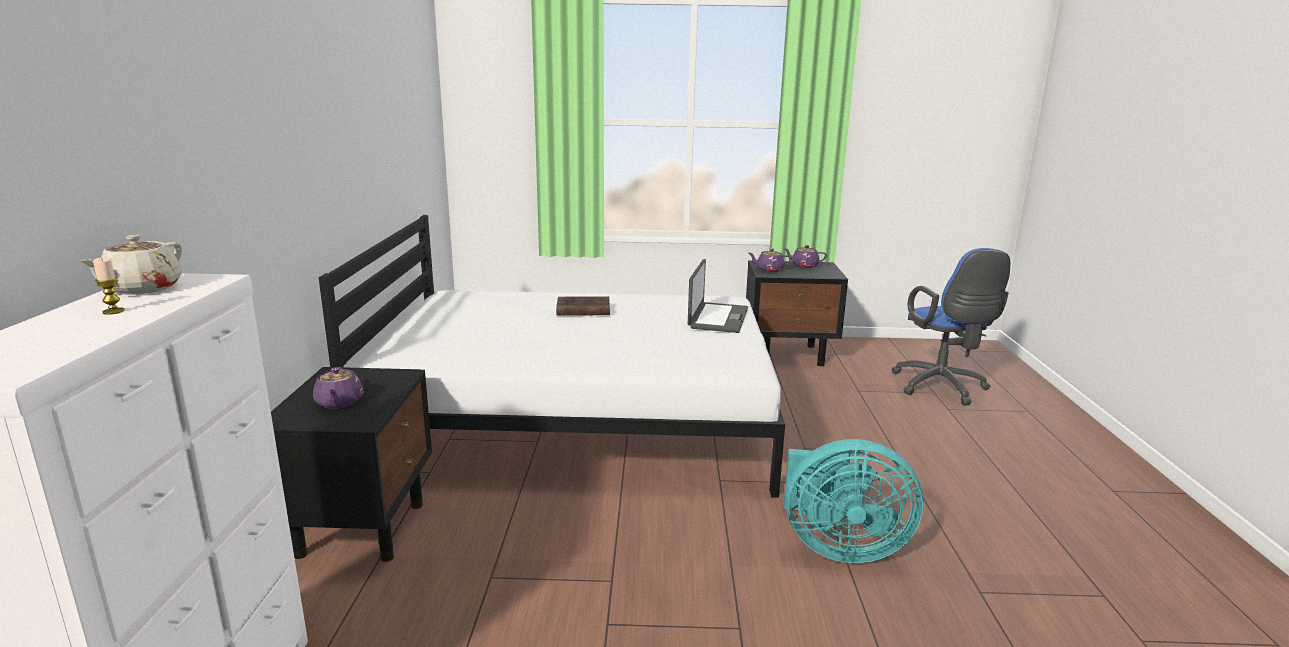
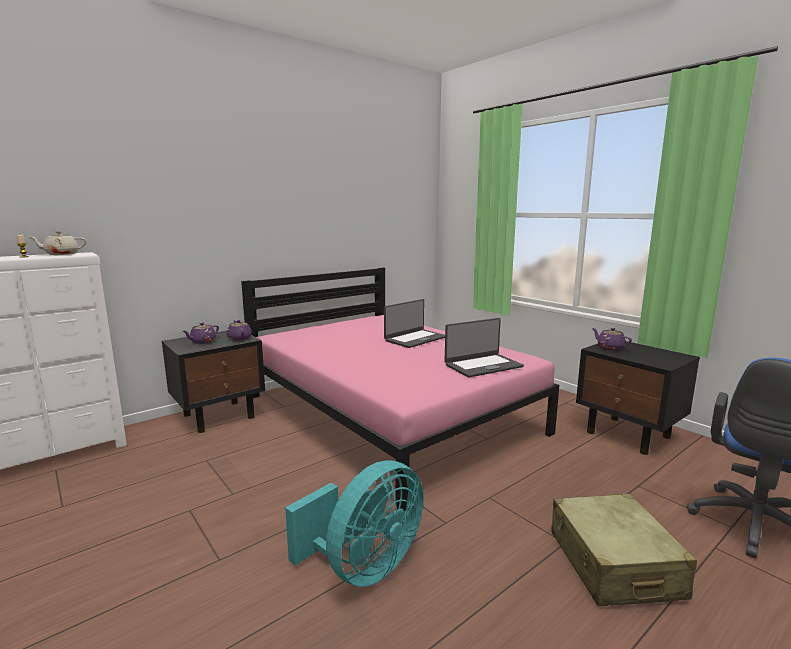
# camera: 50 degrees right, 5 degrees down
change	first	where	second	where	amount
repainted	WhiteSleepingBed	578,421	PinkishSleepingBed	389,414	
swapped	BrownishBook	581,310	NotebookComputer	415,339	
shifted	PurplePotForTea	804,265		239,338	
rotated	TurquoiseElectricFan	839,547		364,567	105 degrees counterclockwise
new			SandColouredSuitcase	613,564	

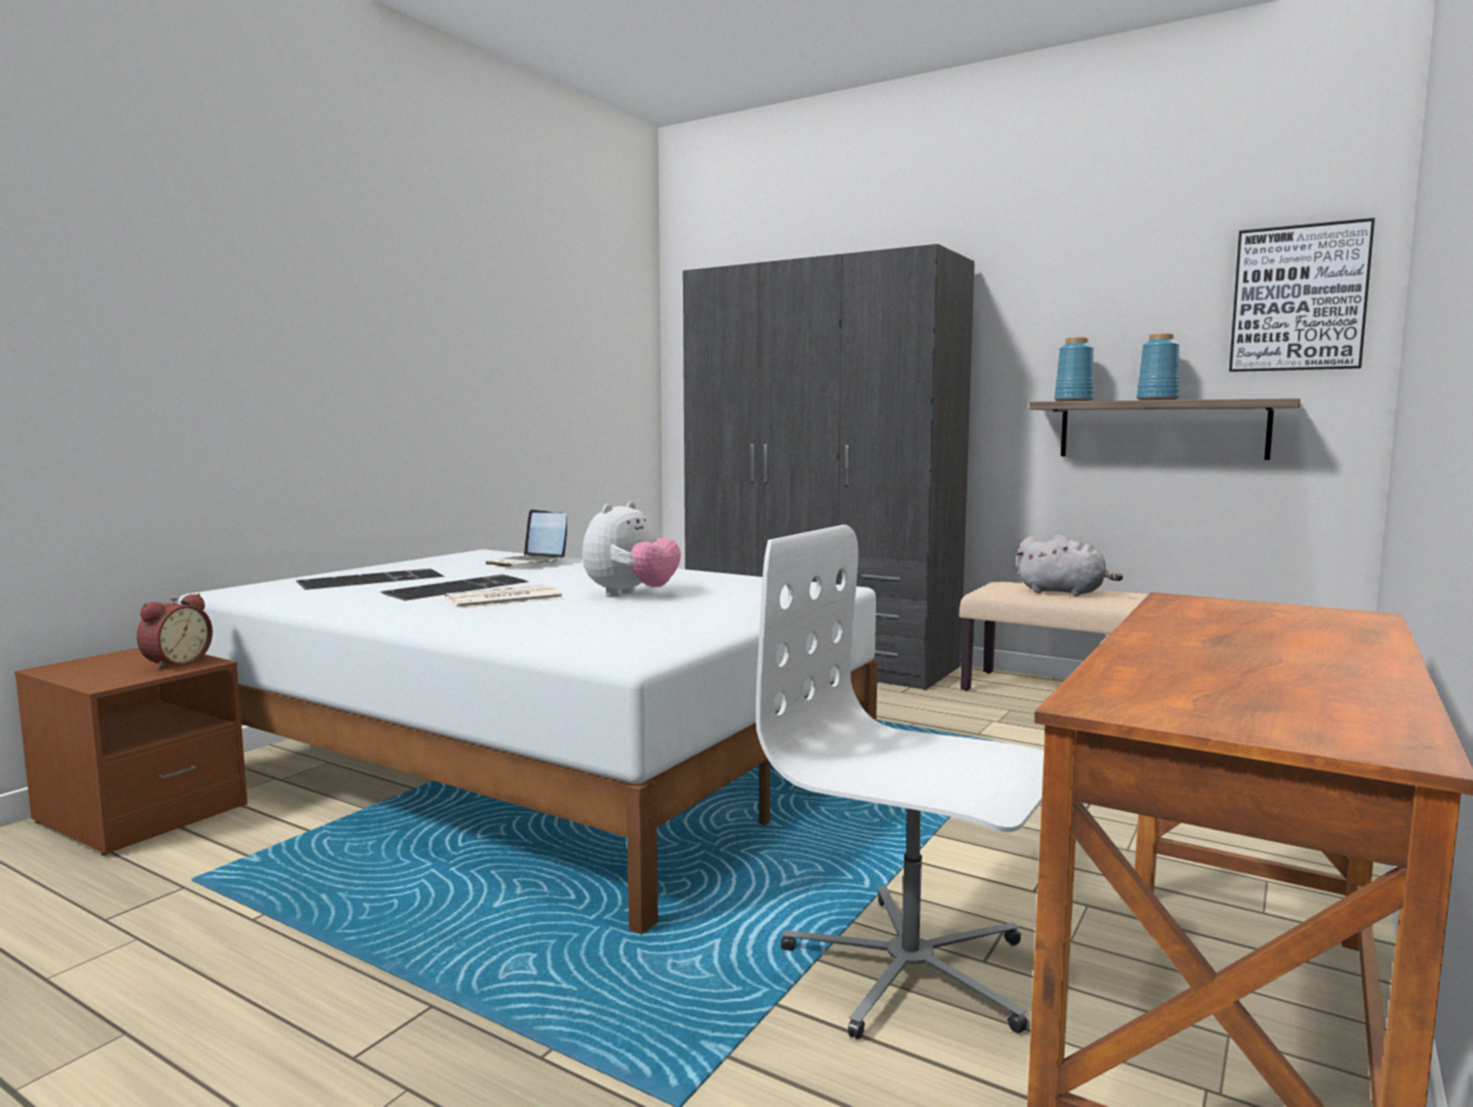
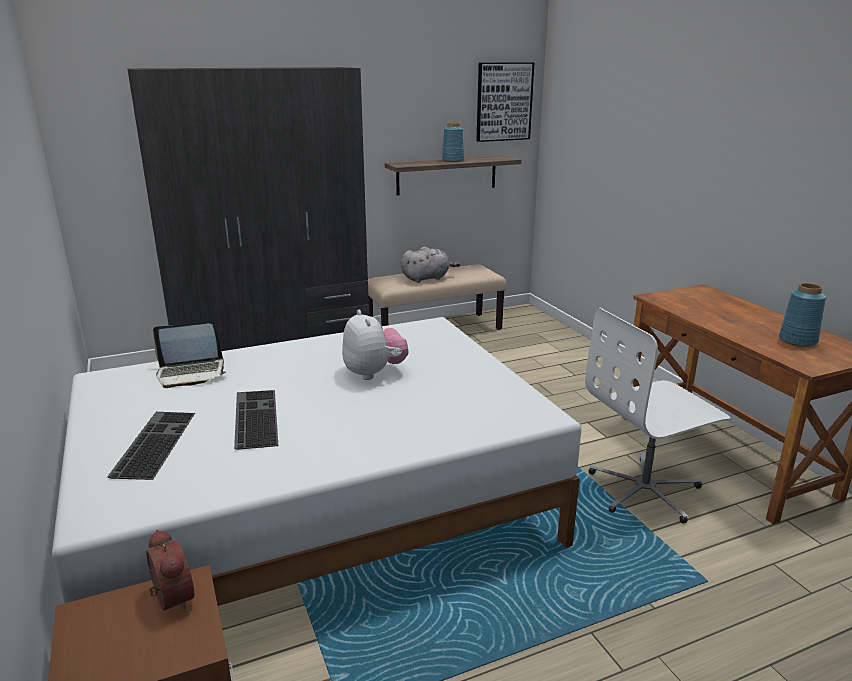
# camera: 55 degrees left, 15 degrees up
change	first	where	second	where	amount
gone	Newspaper	503,599			
shifted	BlueColouredDecorativeVase	1074,401		797,340	

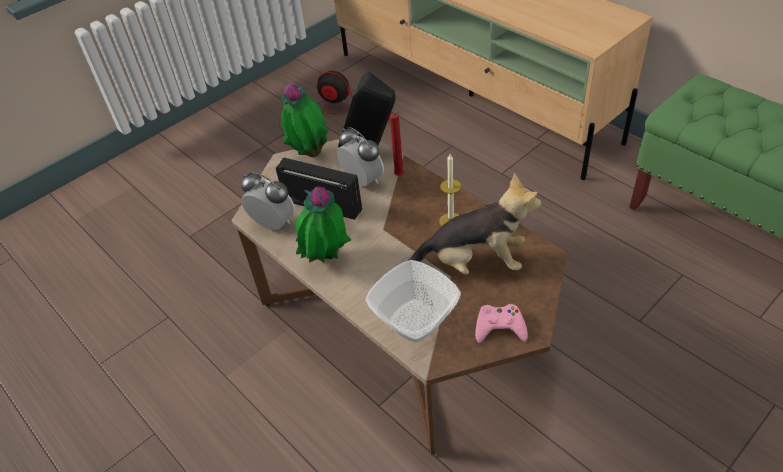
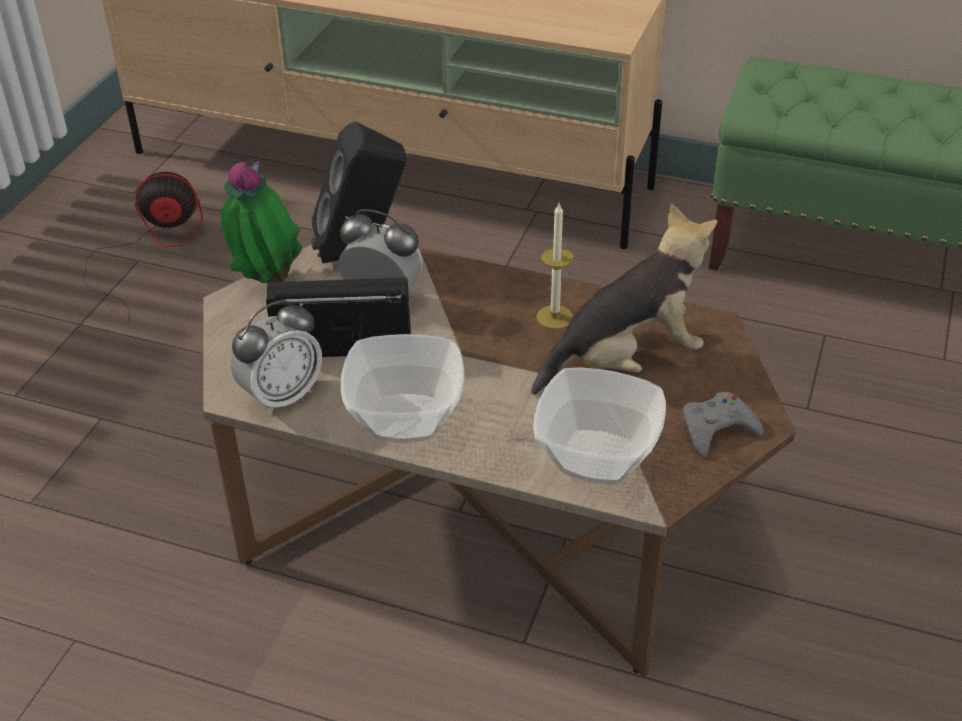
# camera: 30 degrees left, 5 degrees down
change	first	where	second	where	amount
rotated	TableClock	273,224		282,396	135 degrees clockwise
swapped	Houseplant	326,260	Bowl	407,420	
gone	RedColouredCandle	400,176			
repainted	PinkishJoypad	500,327	GreyishJoypad	717,429	

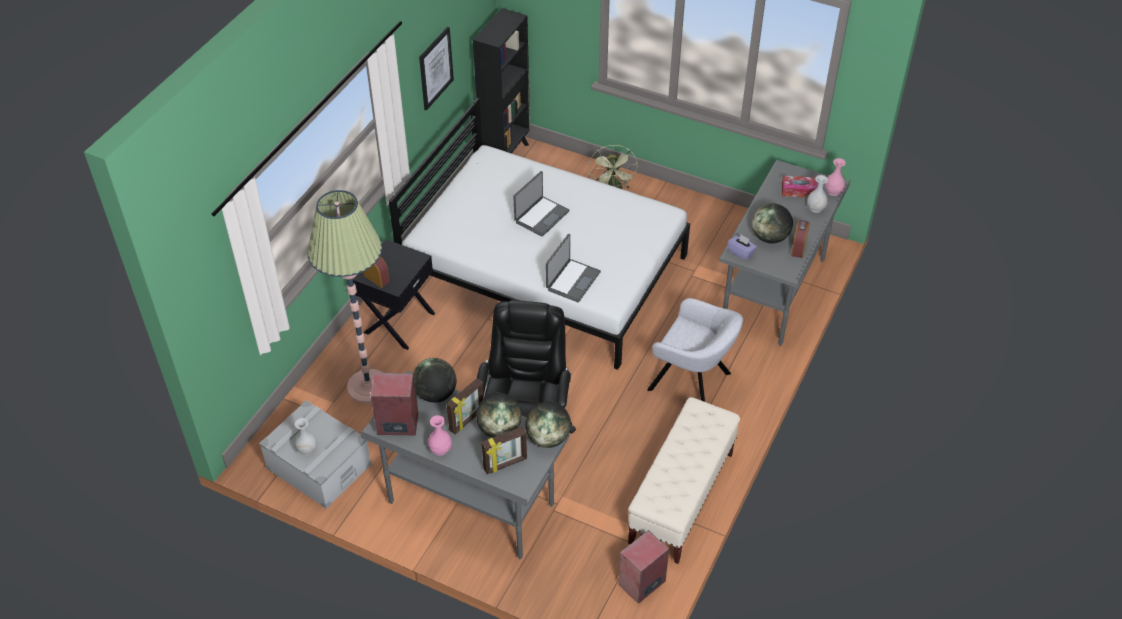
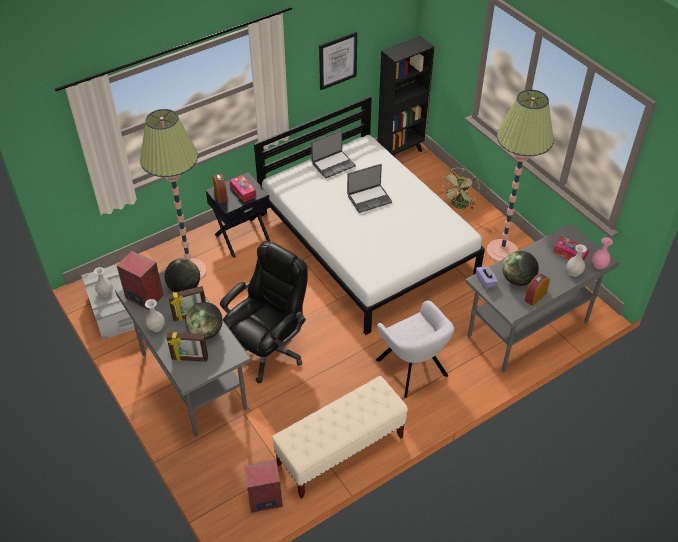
# camera: 30 degrees right, 0 degrees up
change	first	where	second	where	amount
repainted	PinkishDecorativeVase	440,449	WhiteDecorativeVase	156,327	
gone	Globe	548,438			
shifted	NotebookComputer	572,280		333,164	
new			TissueHolder	243,191	
new			FloorLamp	502,251	

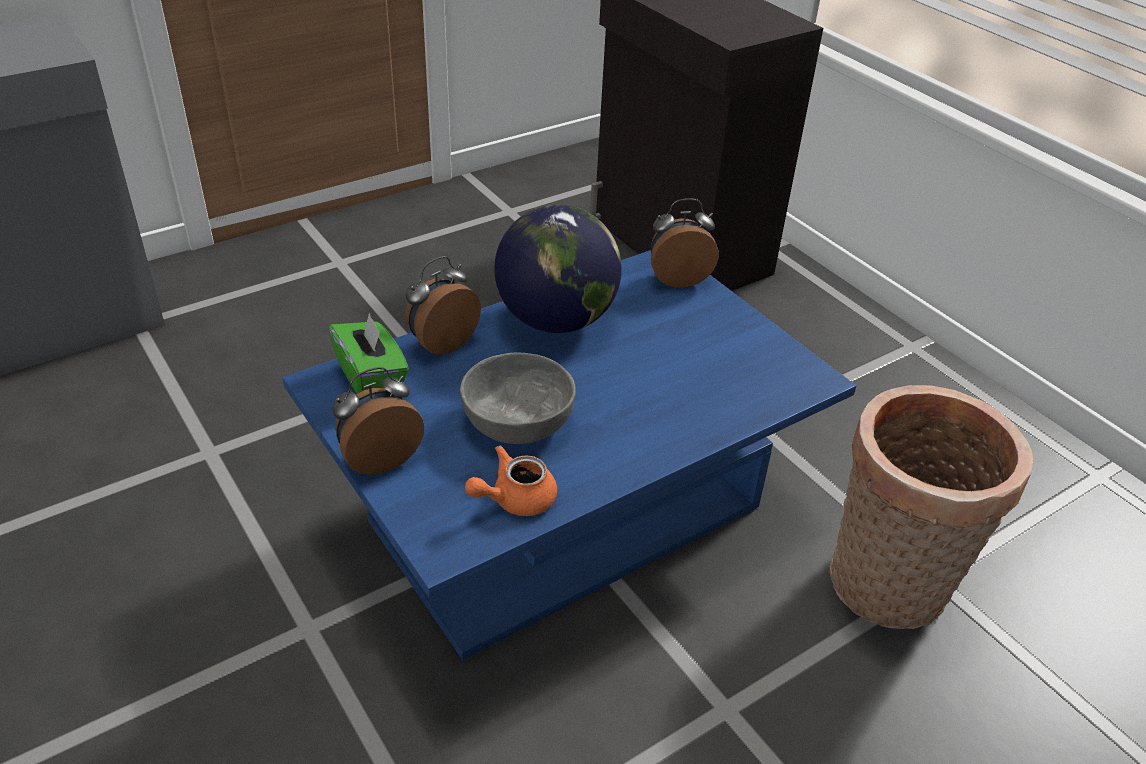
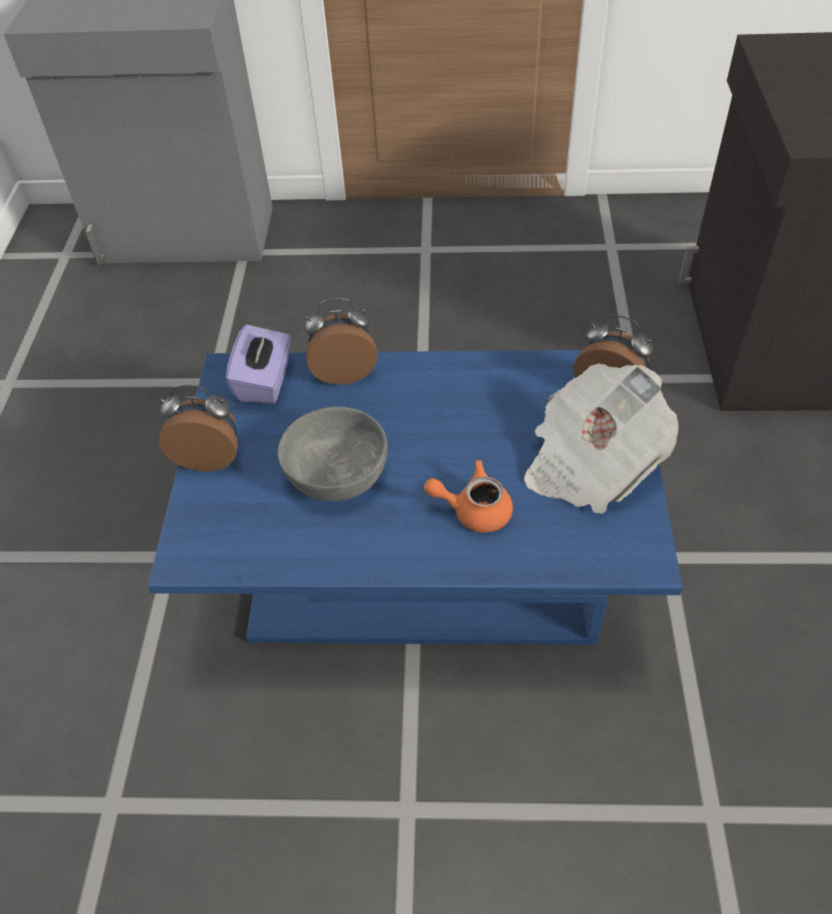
# camera: 40 degrees right, 10 degrees up
change	first	where	second	where	amount
repainted	GreenTissueHolder	371,377	PurpleTissueHolder	265,382	
shifted	OrangeyPotForTea	514,499		473,510	
gone	Globe	556,320			
gone	Basket	888,590			
new			Newspaper	591,463	

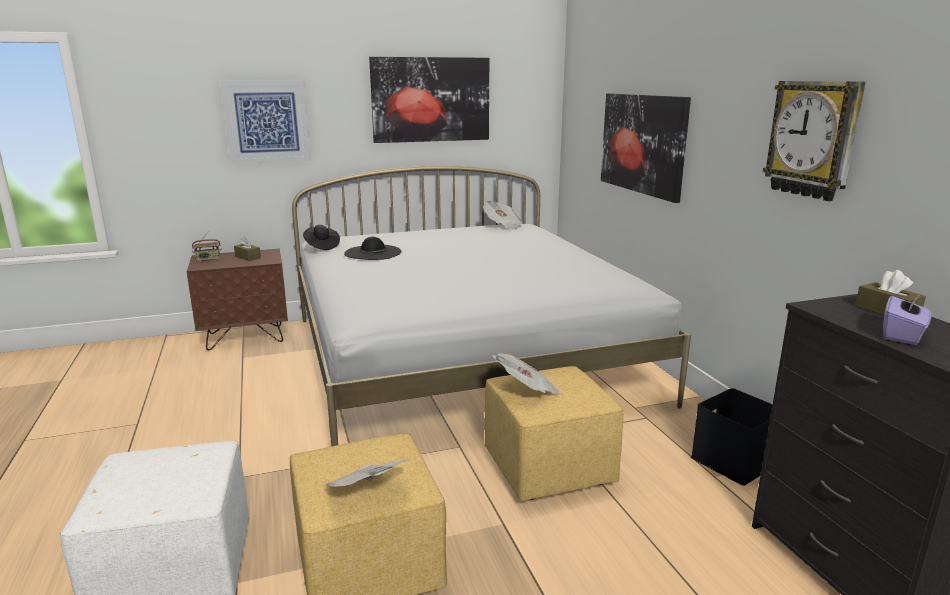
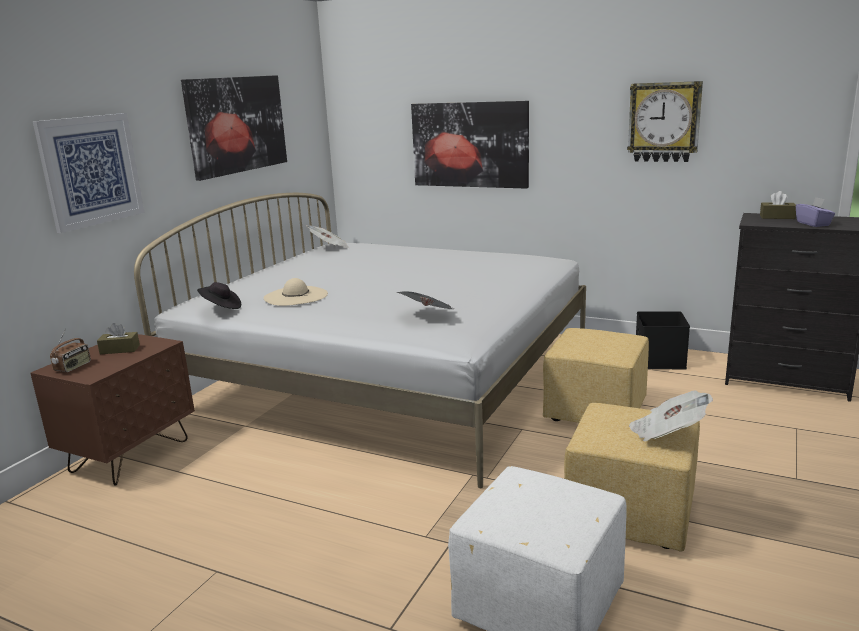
# camera: 45 degrees left, 0 degrees up
change	first	where	second	where	amount
repainted	BlackColouredWearableHat	373,252	SandColouredWearableHat	295,296	
shifted	Newspaper	527,391		429,316	

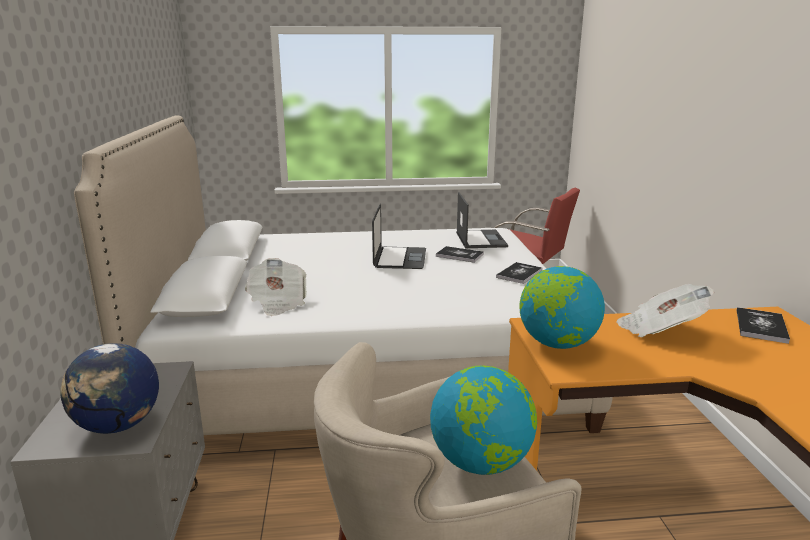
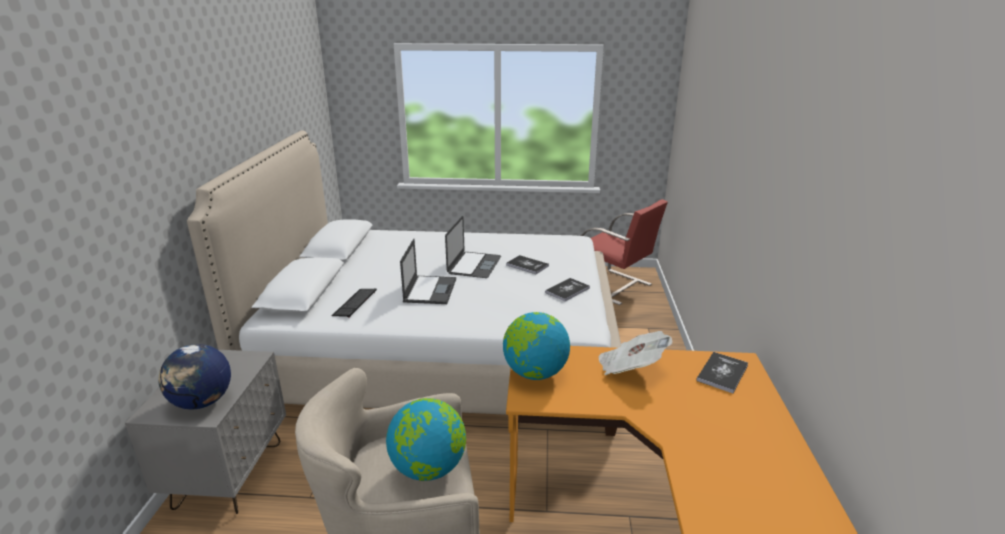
# camera: 10 degrees right, 5 degrees up
change	first	where	second	where	amount
swapped	Newspaper	278,302	ComputerKeyboard	355,303	
shifted	NotebookComputer	480,239		430,290	

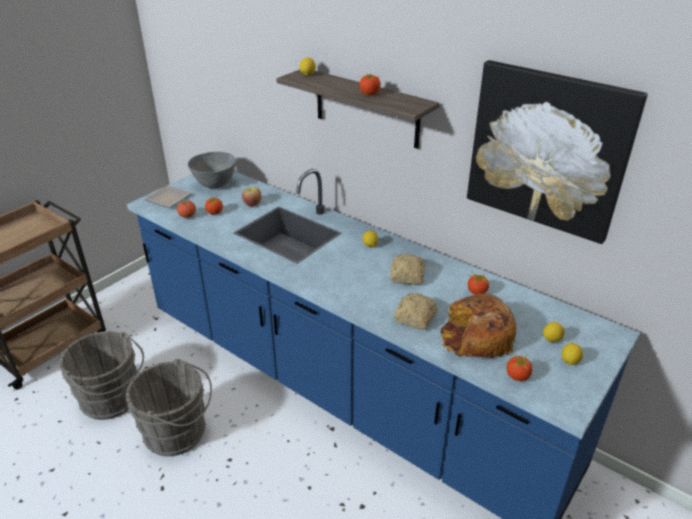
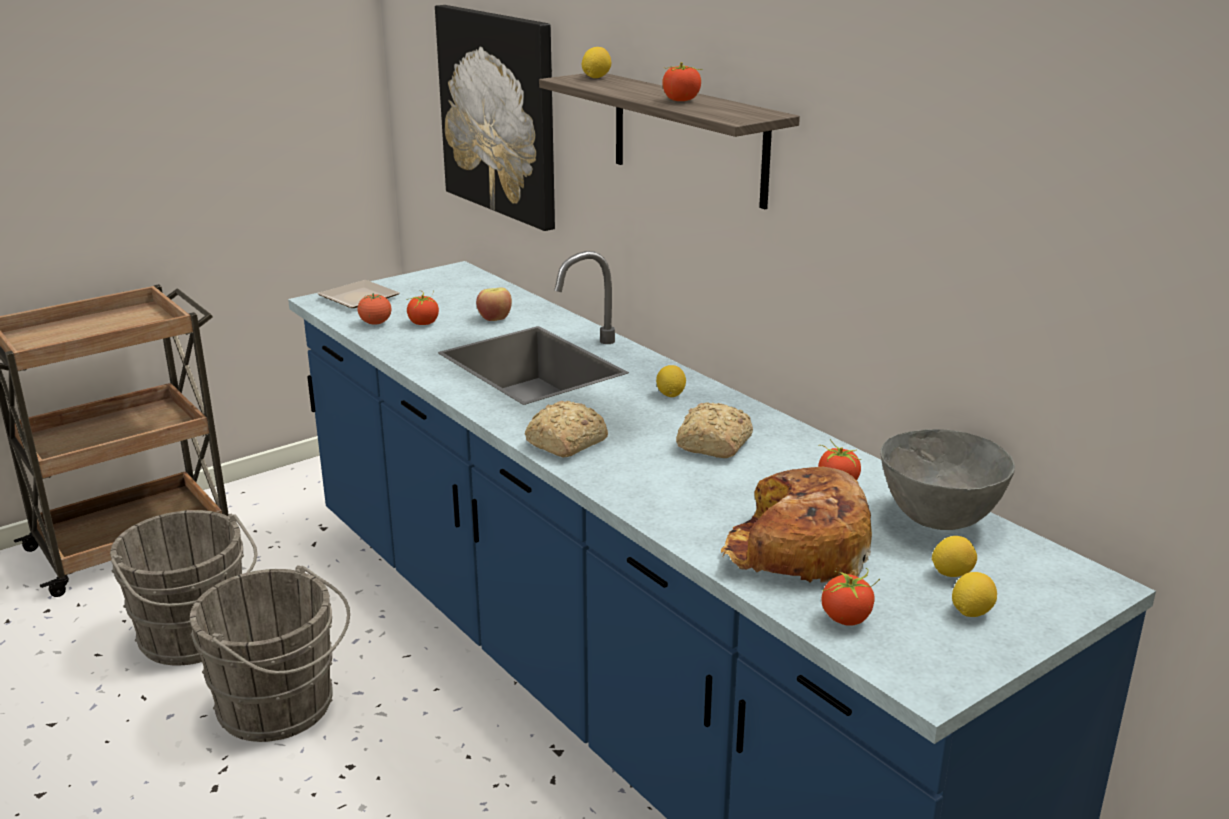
# camera: 15 degrees right, 10 degrees down
change	first	where	second	where	amount
shifted	GreyishBowl	215,184		939,519	
shifted	Bread	414,318		564,444	
shifted	WallPicture	548,150		499,114	

